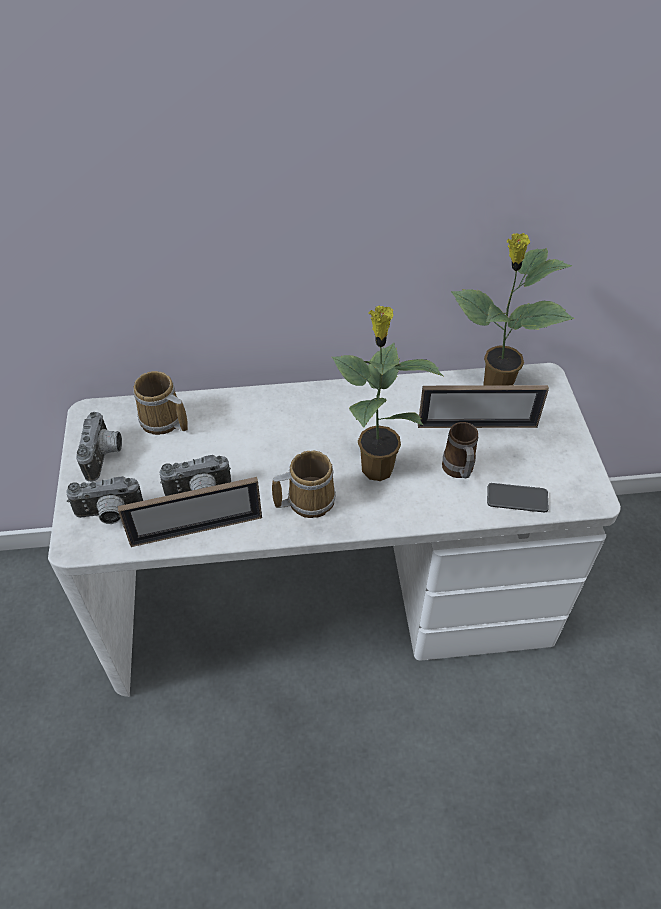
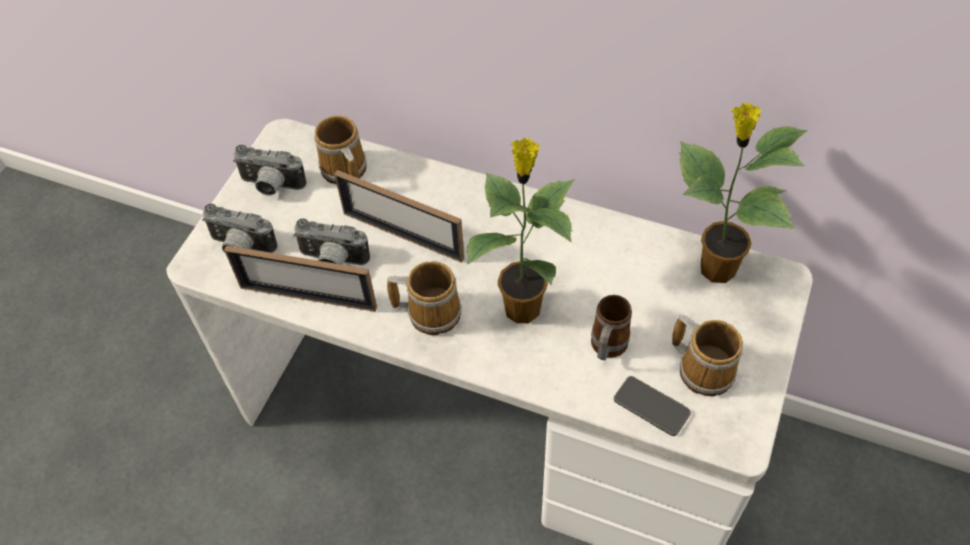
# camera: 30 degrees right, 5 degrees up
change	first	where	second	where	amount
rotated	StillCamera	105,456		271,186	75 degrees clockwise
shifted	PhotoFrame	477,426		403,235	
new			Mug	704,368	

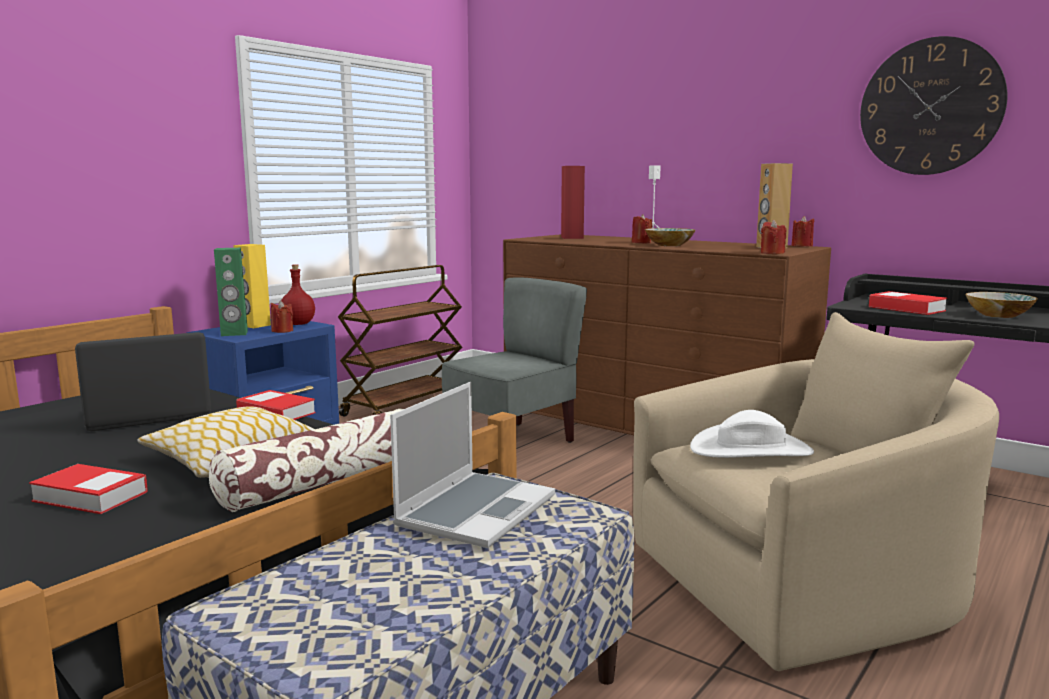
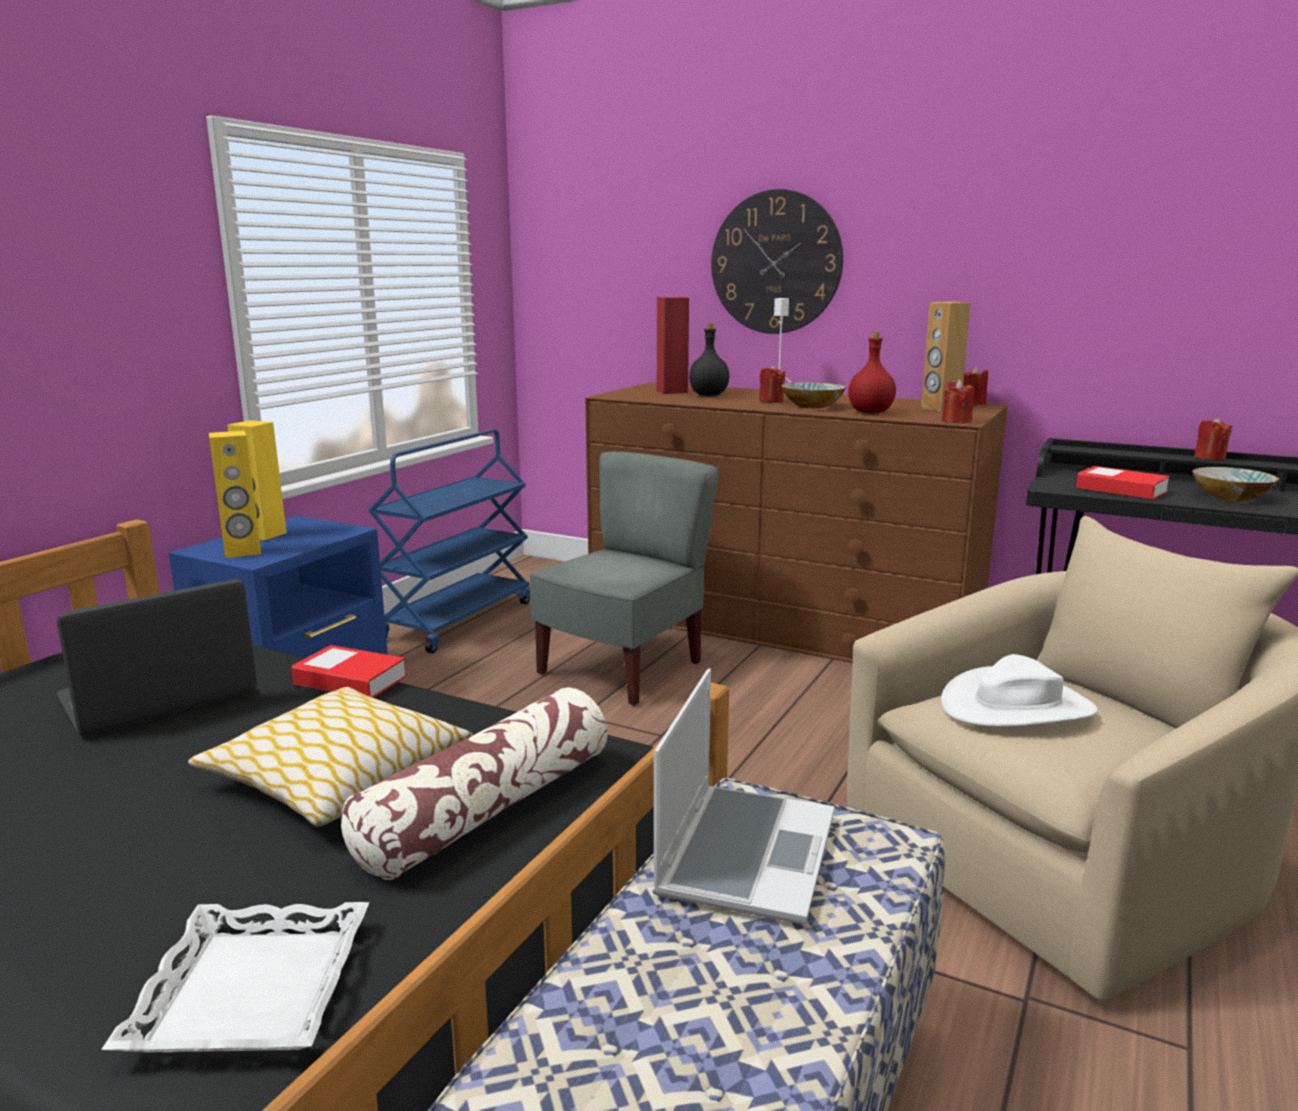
# camera: 10 degrees left, 5 degrees up
change	first	where	second	where	amount
gone	Book	90,496			
repainted	GreenAudioSpeaker	234,333	YellowColouredAudioSpeaker	242,552	
shifted	RedColouredCandle	282,331		1209,457	
shifted	RedColouredBottle	299,324		871,412	
repainted	BrownishCart	404,406	BlueColouredCart	458,620	
shifted	HangingClock	930,107		776,262	
new			WhiteCarryingTray	250,990	
new			BlackColouredBottle	708,395	

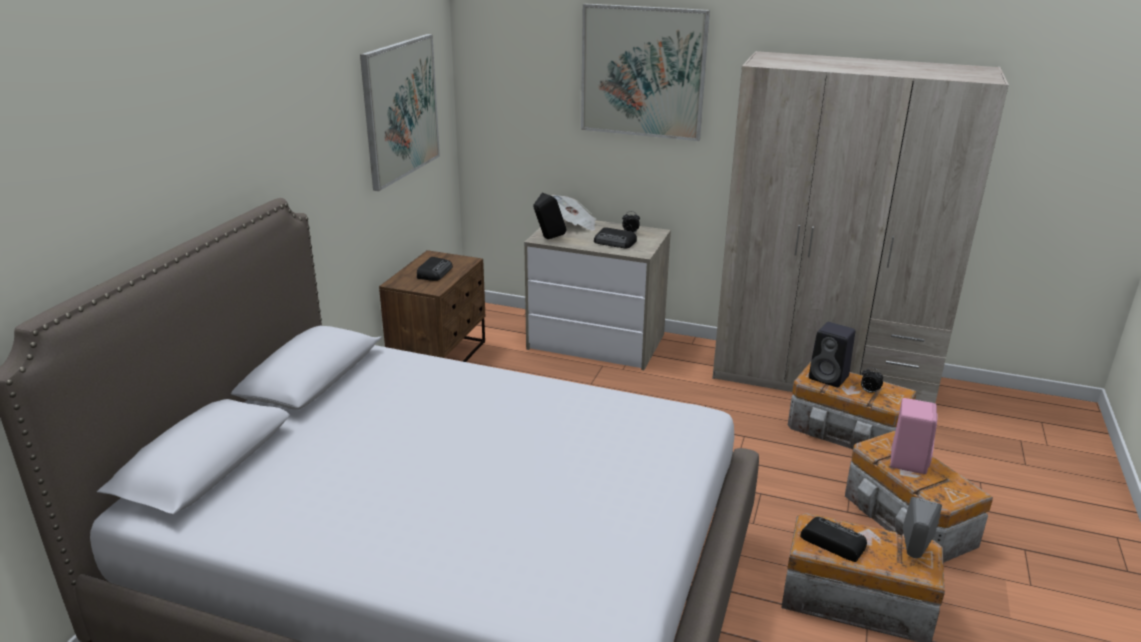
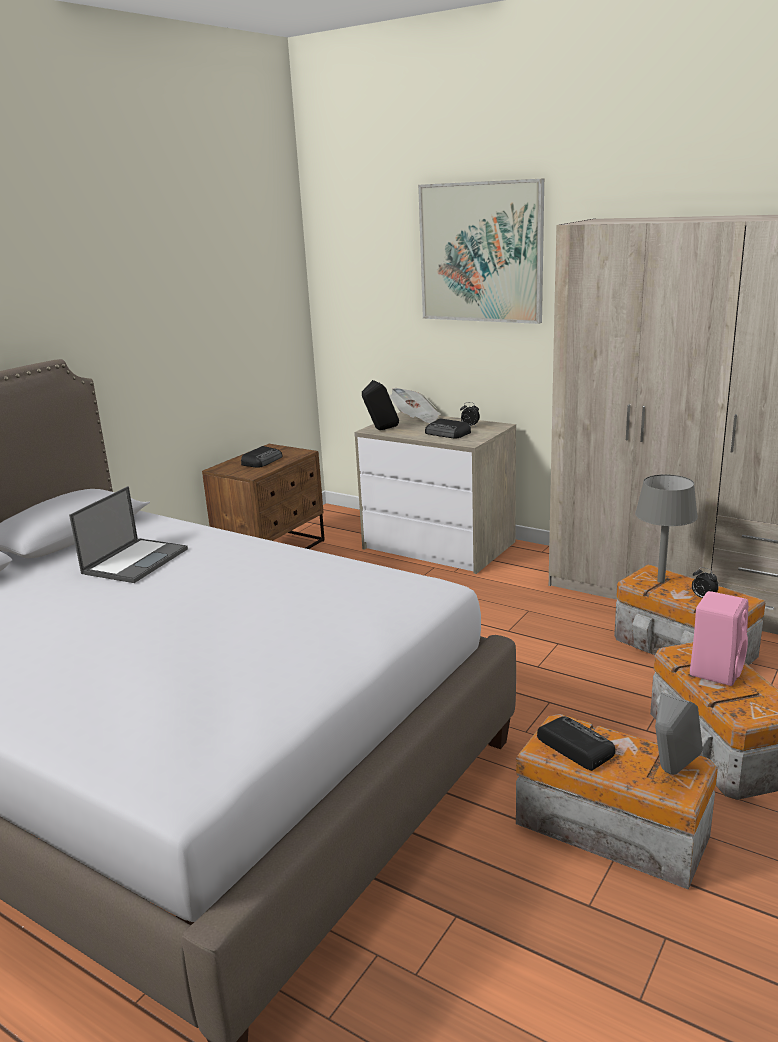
# camera: 15 degrees right, 5 degrees down
change	first	where	second	where	amount
gone	WallPicture	400,109			
swapped	BlackColouredAudioSpeaker	830,378	GreyishTabletopLamp	661,581	
new			NotebookComputer	136,560	

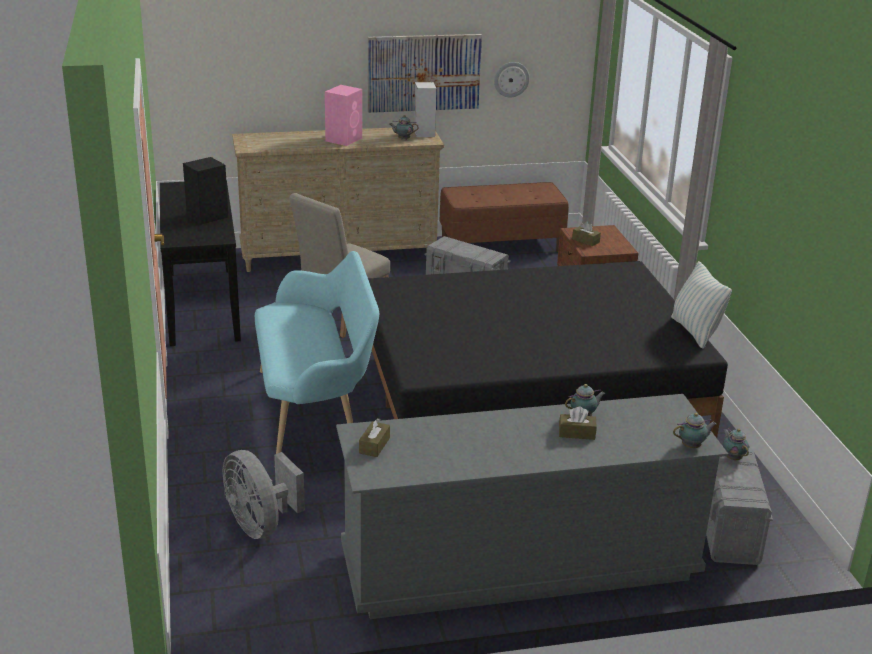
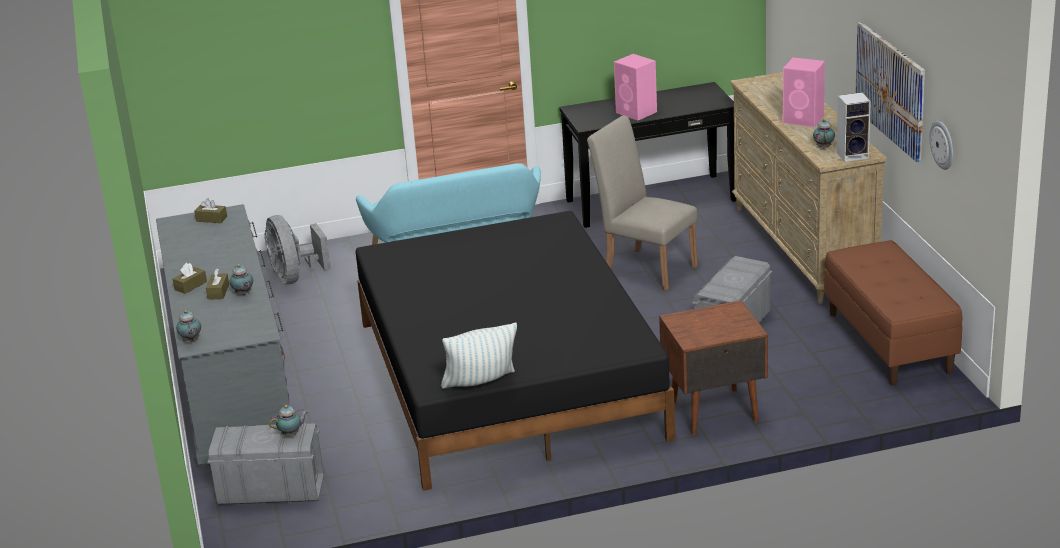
# camera: 90 degrees right, 0 degrees up
change	first	where	second	where	amount
repainted	BlackColouredAudioSpeaker	208,216	PinkishAudioSpeaker	637,112	
rotated	GreyishElectricFan	261,525		295,277	75 degrees counterclockwise
shifted	BrownishTissueHolder	585,240		190,286	

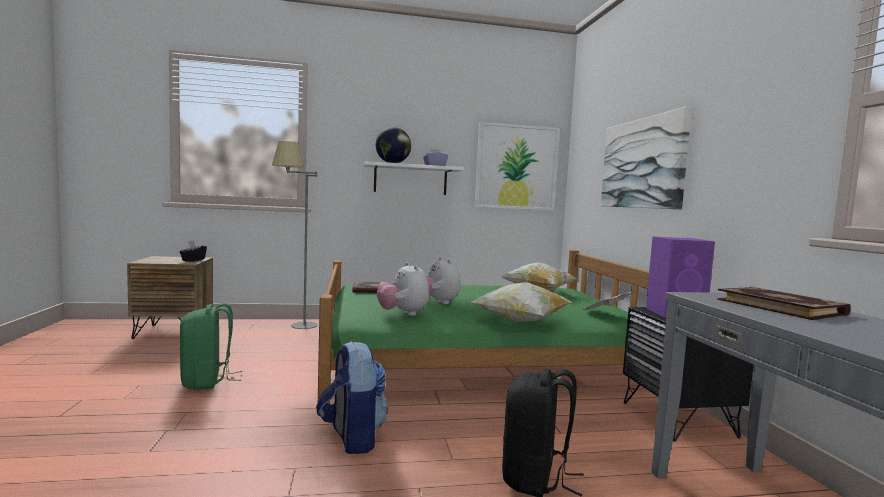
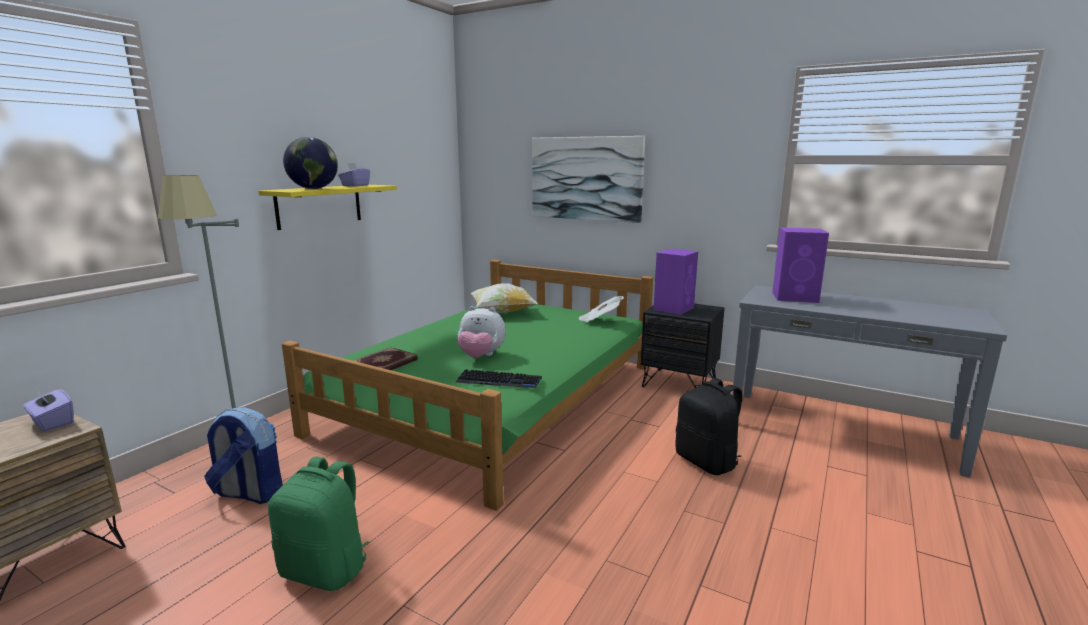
# camera: 50 degrees left, 10 degrees up
change	first	where	second	where	amount
repainted	BlackColouredTissueHolder	193,260	PurpleTissueHolder	52,423	
shifted	Backpack	352,437		249,493	
repainted	WhiteWallShelf	410,179	YellowColouredWallShelf	319,206	
swapped	PlushToy	403,314	ComputerKeyboard	499,381	
gone	Cushion	520,321			
gone	WallPicture	516,167			
swapped	Book	780,306	PurpleAudioSpeaker	796,297	

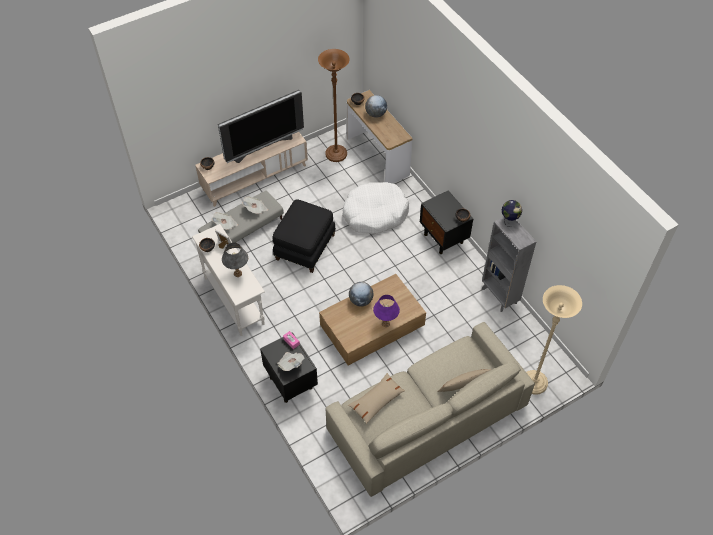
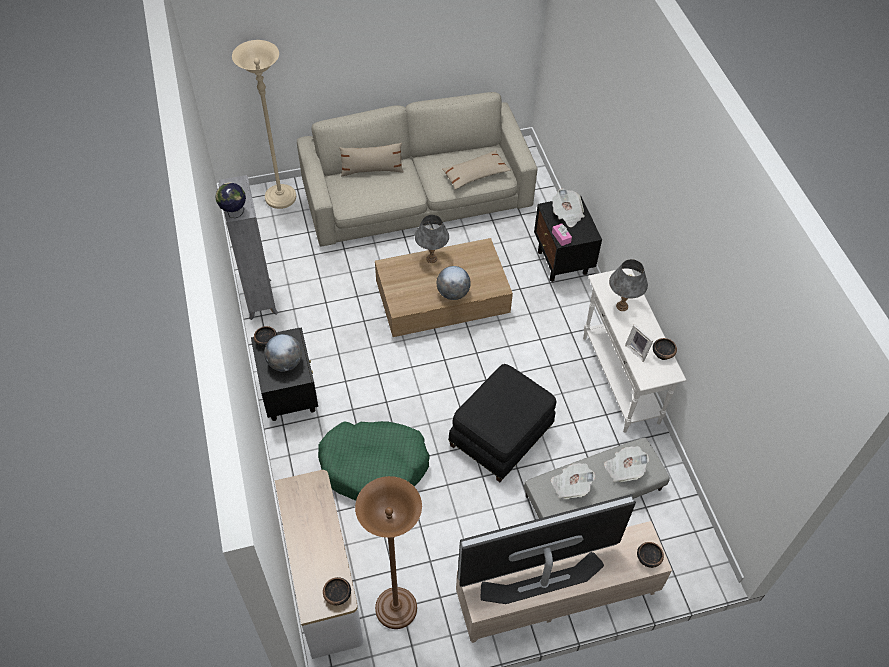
# camera: 165 degrees left, 0 degrees up
change	first	where	second	where	amount
repainted	WhiteDogBed	375,213	GreenDogBed	374,466	
shifted	Globe	376,114		285,363	
repainted	PurpleTabletopLamp	386,323	GreyishTabletopLamp	431,259	

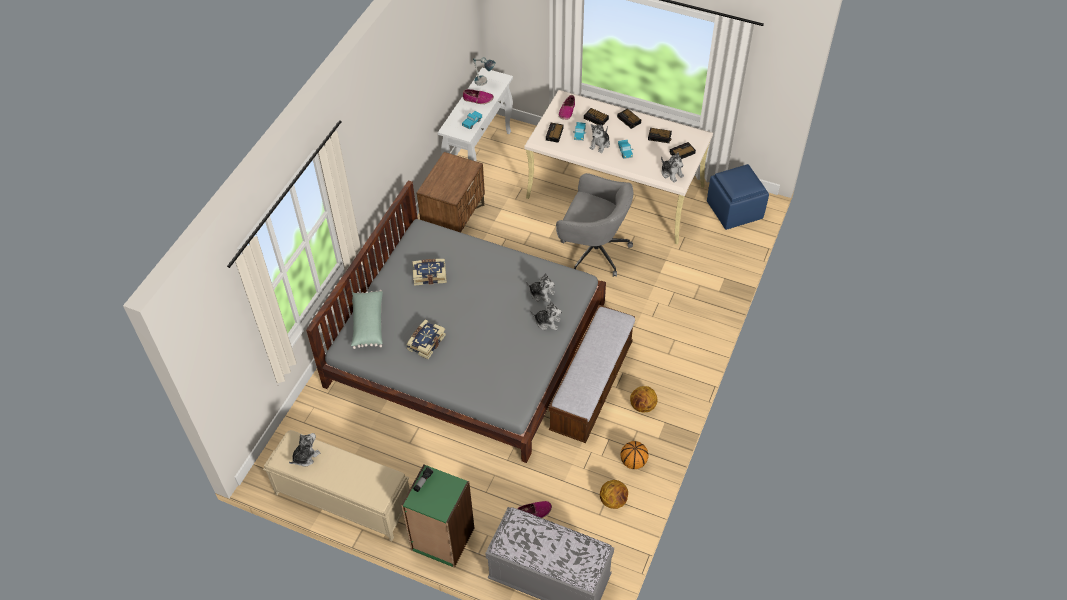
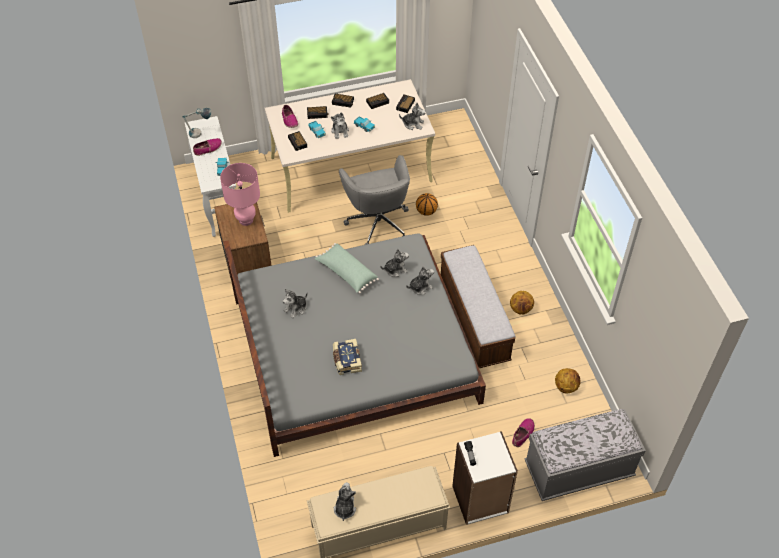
# camera: 40 degrees left, 0 degrees up
change	first	where	second	where	amount
shifted	GreenCushion	367,324		346,273	
repainted	GreenBookcase	442,539	WhiteBookcase	480,500	
swapped	Book	430,275	PlushToy	296,308	
rotated	GreyishOfficeChair	593,251		378,222	90 degrees clockwise
shifted	BallForBasketball	633,462		426,211	
gone	BlueColouredFootrest	734,210			
new			PinkishTabletopLamp	246,220	

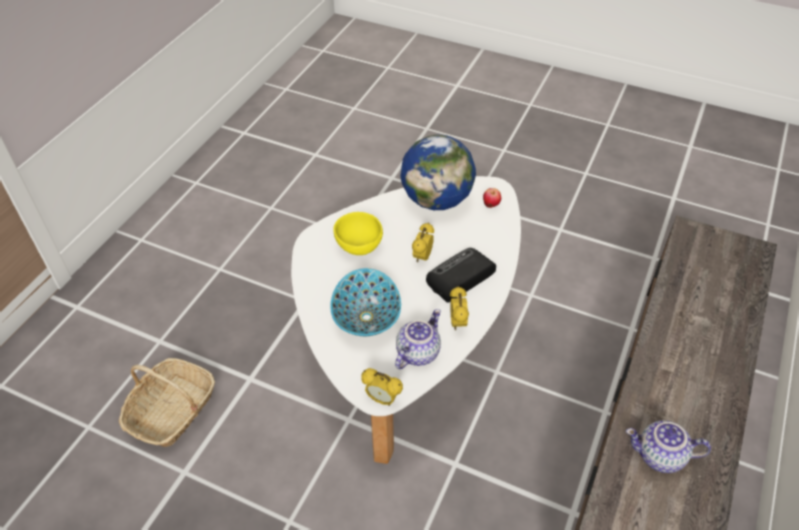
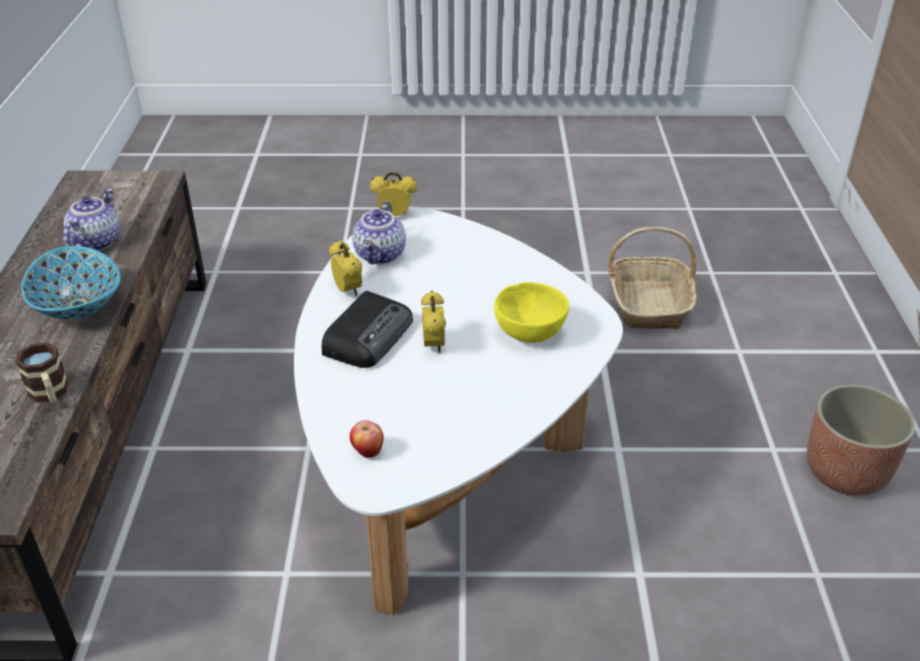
# camera: 155 degrees right, 10 degrees down
change	first	where	second	where	amount
shifted	Bowl	367,317		77,306	
gone	Globe	436,200			
rotated	PotForTea	659,457		95,242	60 degrees counterclockwise
new			Mug	50,394	
new			Planter	846,472	

